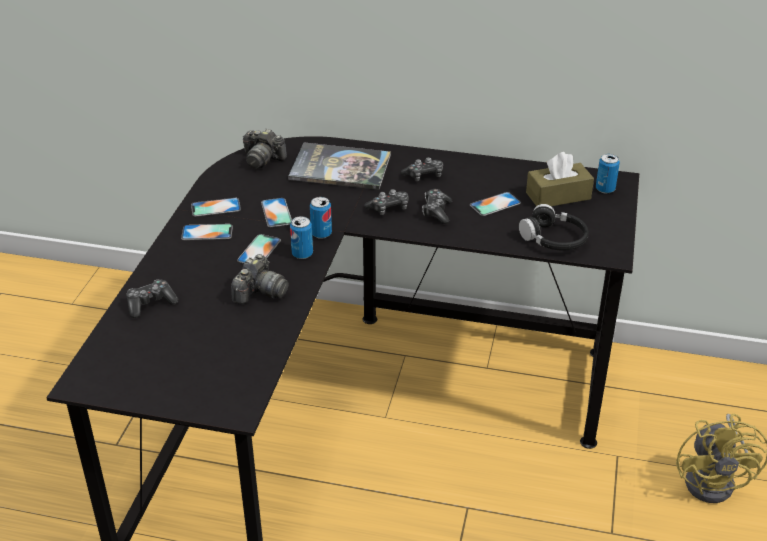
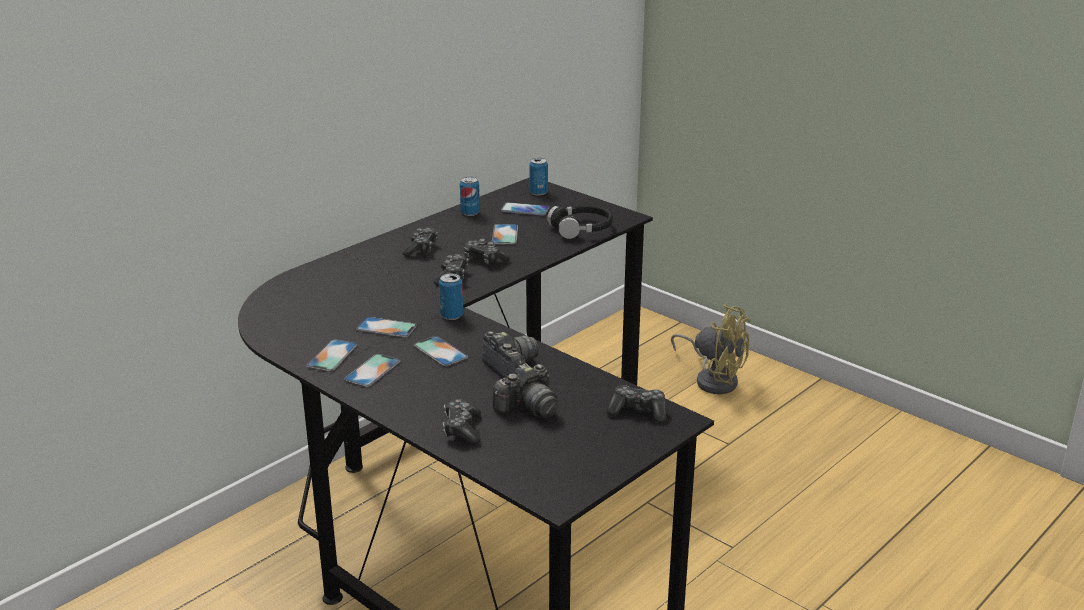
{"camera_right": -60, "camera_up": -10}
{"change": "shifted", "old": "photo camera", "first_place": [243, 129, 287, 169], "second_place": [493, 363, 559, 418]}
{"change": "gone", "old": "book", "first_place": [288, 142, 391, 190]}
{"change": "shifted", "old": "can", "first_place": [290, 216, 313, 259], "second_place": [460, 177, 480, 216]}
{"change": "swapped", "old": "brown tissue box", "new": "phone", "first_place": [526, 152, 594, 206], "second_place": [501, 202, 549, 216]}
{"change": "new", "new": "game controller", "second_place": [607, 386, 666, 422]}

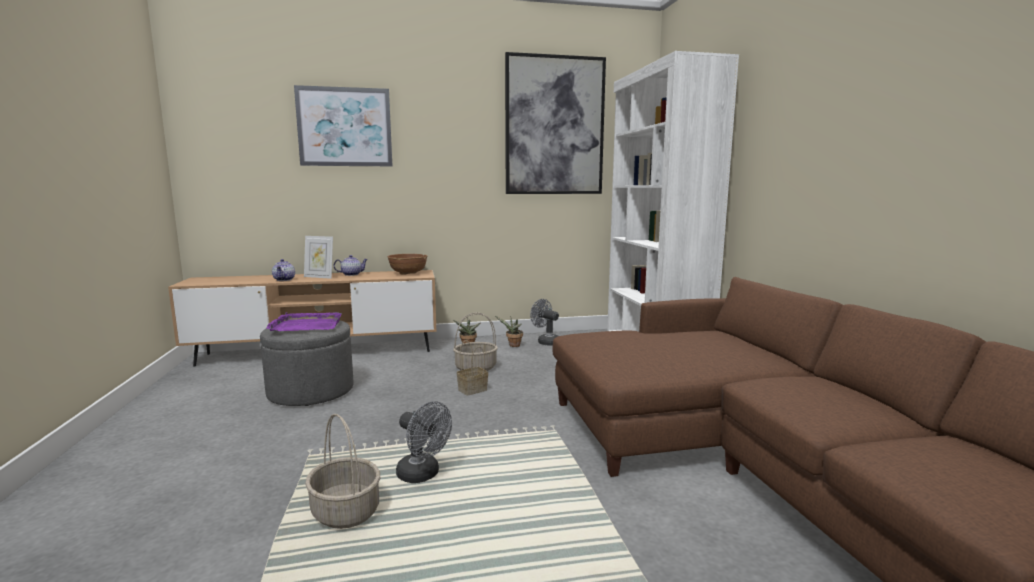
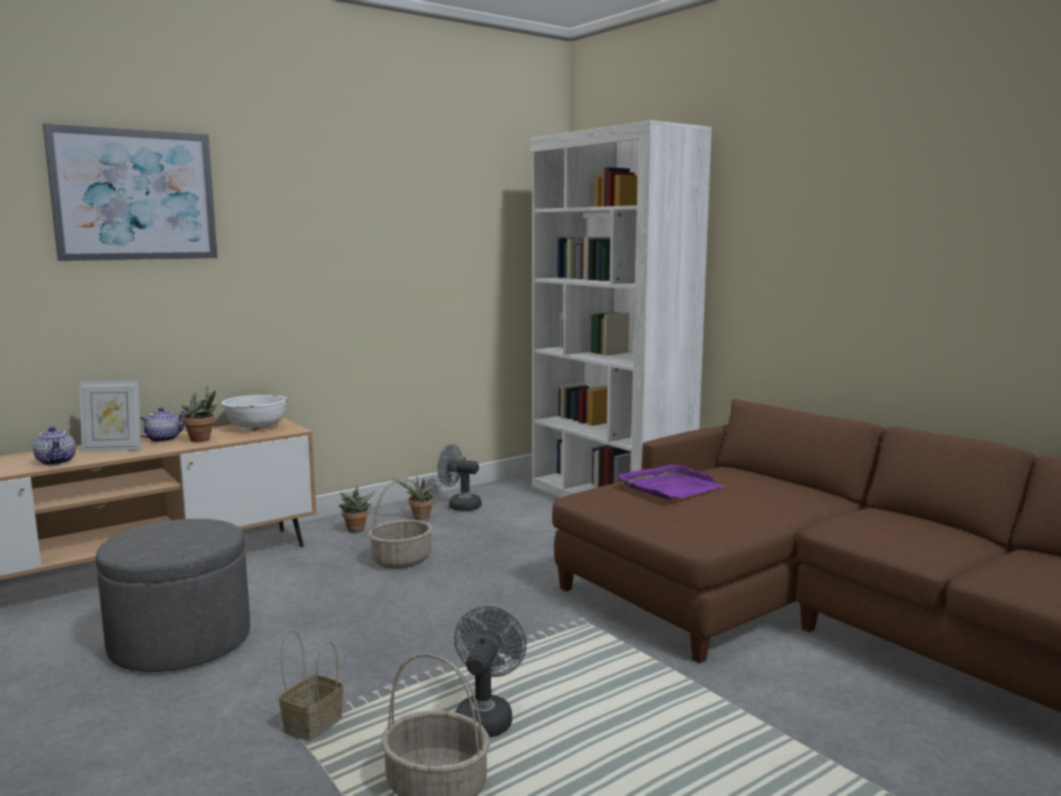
{"camera_right": -25, "camera_up": 0}
{"change": "shifted", "old": "purple tray", "first_place": [266, 312, 342, 331], "second_place": [619, 464, 724, 500]}
{"change": "repainted", "old": "brown bowl", "new": "white bowl", "first_place": [387, 254, 428, 275], "second_place": [222, 395, 287, 431]}
{"change": "rotated", "old": "grey fan", "first_place": [396, 401, 452, 483], "second_place": [454, 606, 527, 737], "degrees": -90}
{"change": "shifted", "old": "basket", "first_place": [457, 340, 488, 396], "second_place": [279, 630, 343, 741]}
{"change": "gone", "old": "picture", "first_place": [505, 52, 606, 194]}
{"change": "new", "new": "potted plant", "second_place": [182, 386, 218, 442]}

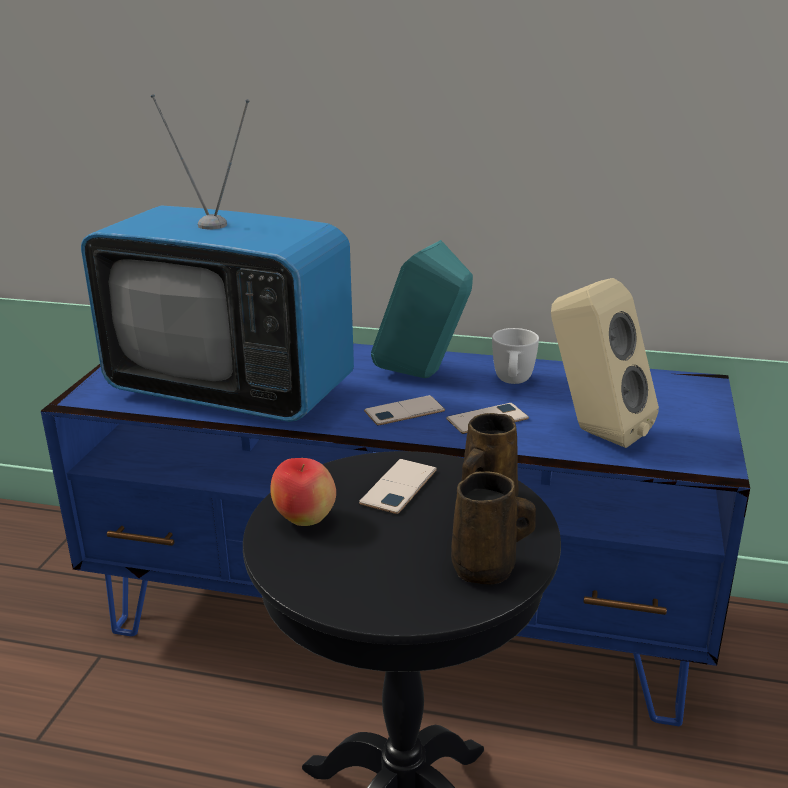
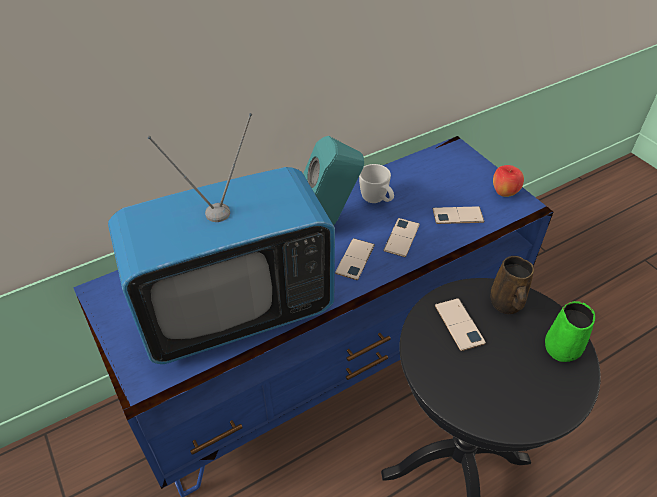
{"camera_right": -45, "camera_up": 20}
{"change": "shifted", "old": "apple", "first_place": [270, 458, 336, 526], "second_place": [493, 165, 524, 197]}
{"change": "repainted", "old": "brown mug", "new": "green mug", "first_place": [451, 471, 536, 585], "second_place": [545, 301, 595, 362]}
{"change": "swapped", "old": "beige speaker", "new": "phone", "first_place": [551, 278, 659, 448], "second_place": [433, 206, 484, 224]}

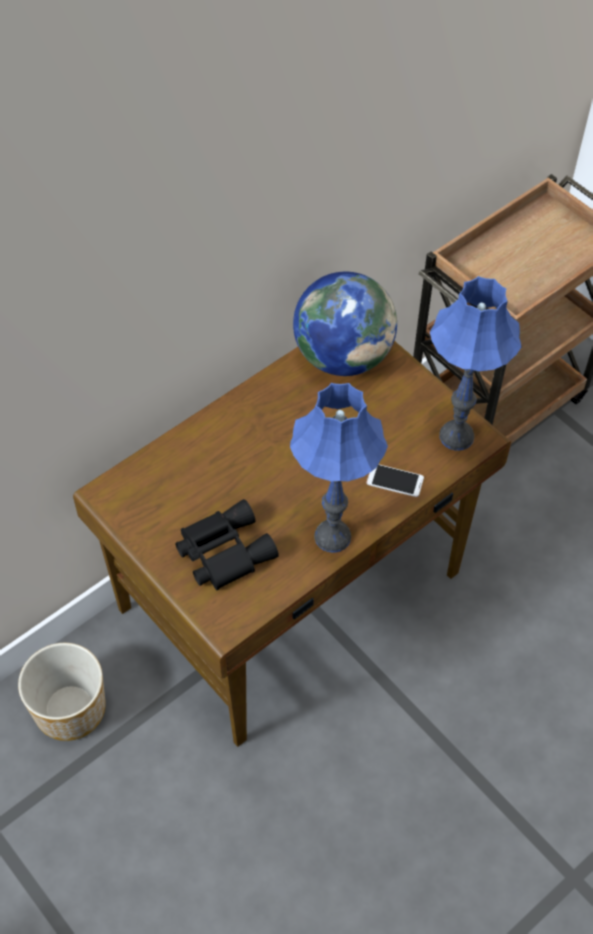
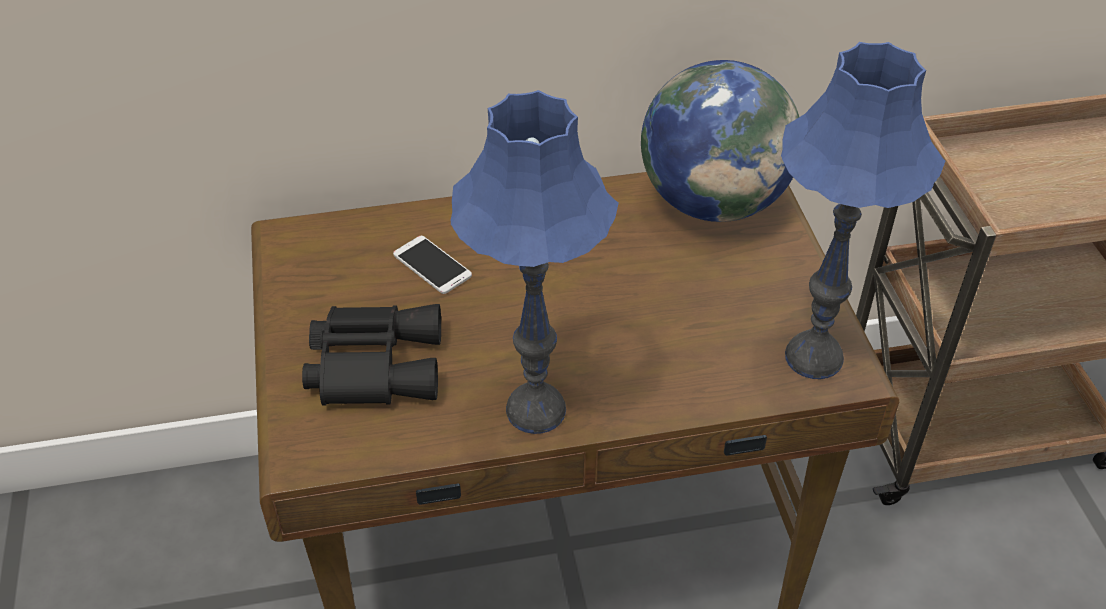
{"camera_right": 30, "camera_up": -10}
{"change": "gone", "old": "planter", "first_place": [18, 643, 106, 741]}
{"change": "shifted", "old": "phone", "first_place": [367, 464, 424, 497], "second_place": [393, 236, 472, 294]}

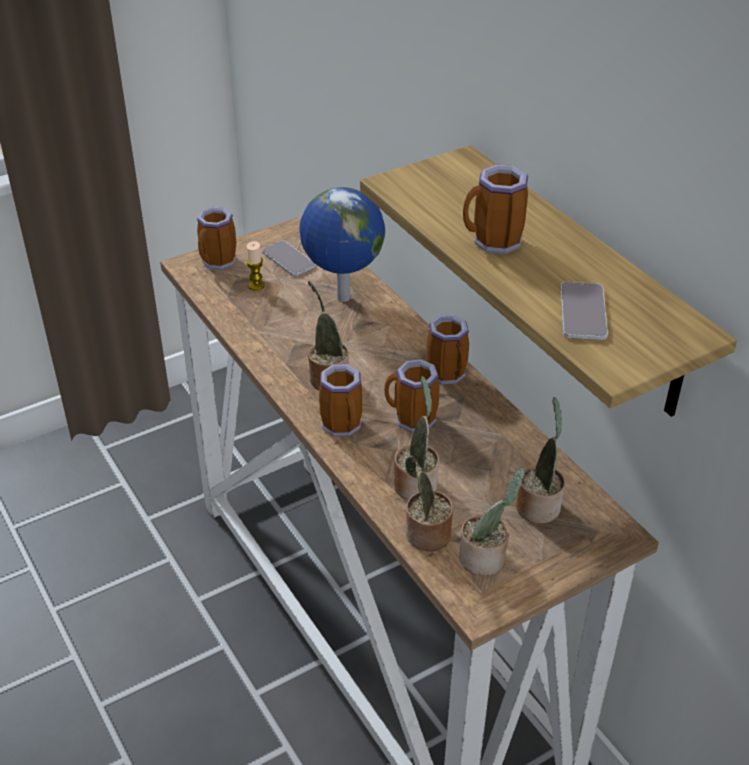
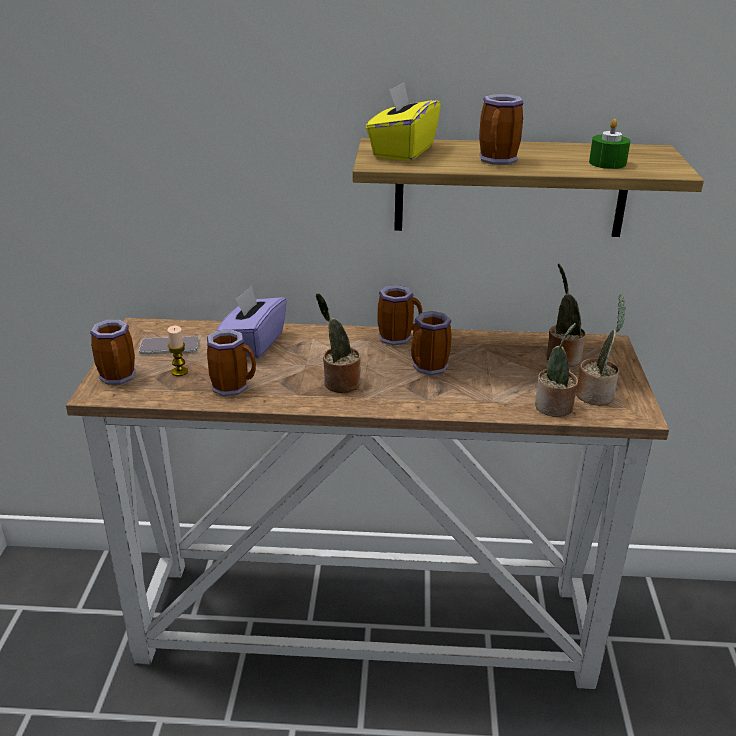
{"camera_right": -55, "camera_up": -10}
{"change": "swapped", "old": "globe", "new": "purple tissue box", "first_place": [299, 187, 385, 302], "second_place": [216, 285, 287, 359]}
{"change": "shifted", "old": "mug", "first_place": [319, 364, 362, 437], "second_place": [207, 329, 256, 396]}
{"change": "gone", "old": "potted plant", "first_place": [394, 376, 439, 500]}
{"change": "swapped", "old": "phone", "new": "green candle", "first_place": [561, 282, 608, 340], "second_place": [589, 119, 630, 169]}
{"change": "new", "new": "yellow tissue box", "second_place": [366, 82, 441, 161]}

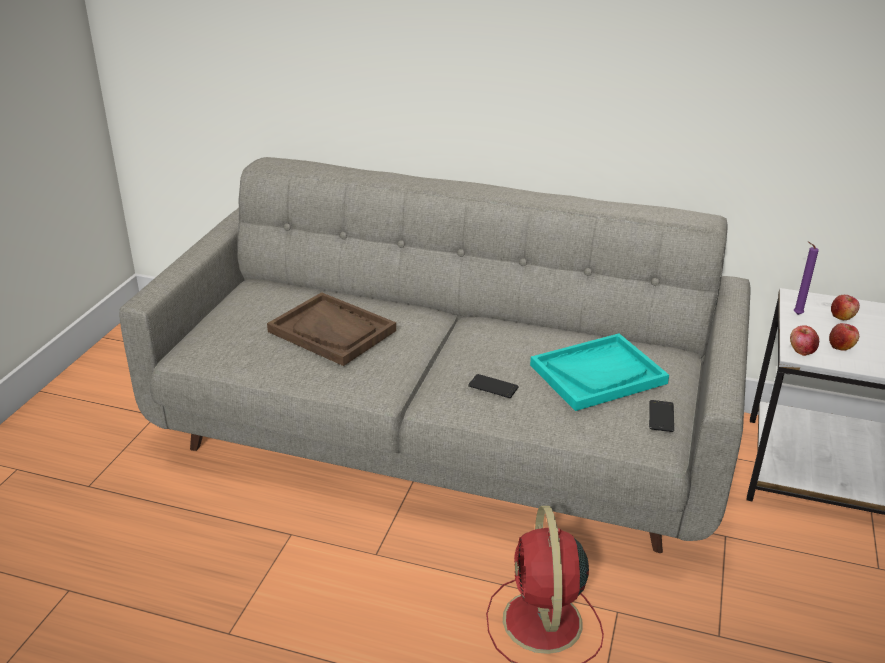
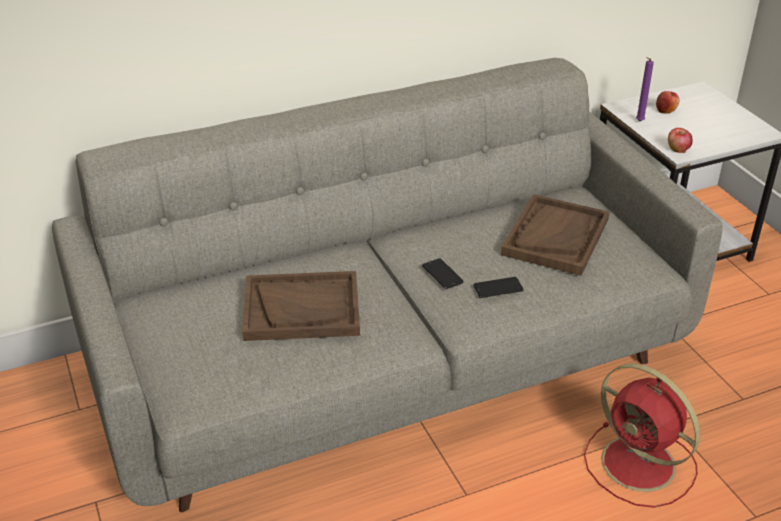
{"camera_right": -40, "camera_up": 5}
{"change": "repainted", "old": "turquoise tray", "new": "brown tray", "first_place": [530, 333, 669, 411], "second_place": [501, 194, 609, 276]}
{"change": "shifted", "old": "phone", "first_place": [649, 400, 674, 432], "second_place": [422, 258, 463, 289]}
{"change": "gone", "old": "apple", "first_place": [829, 323, 859, 351]}

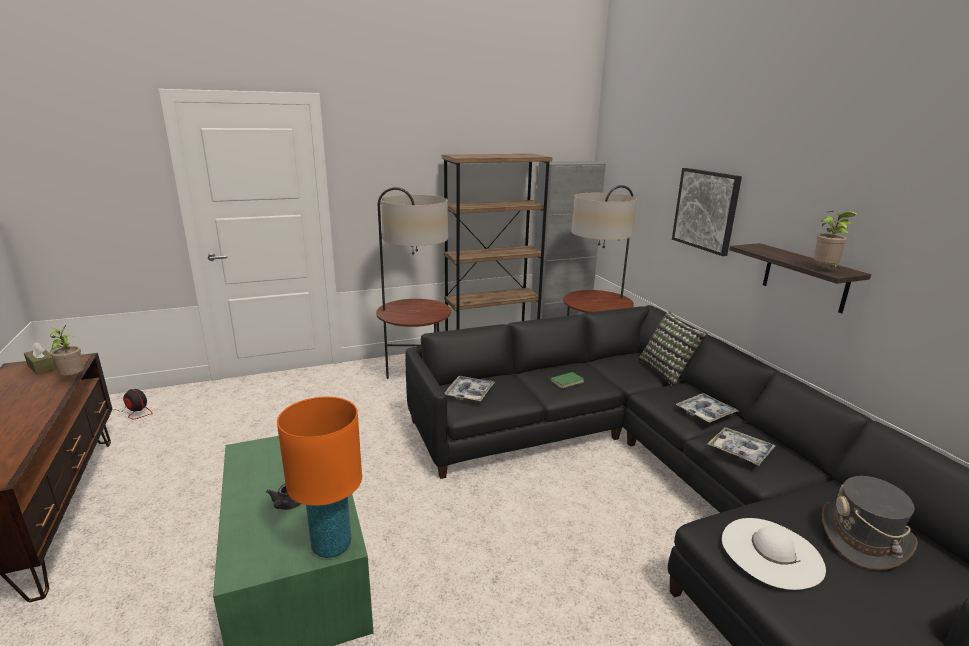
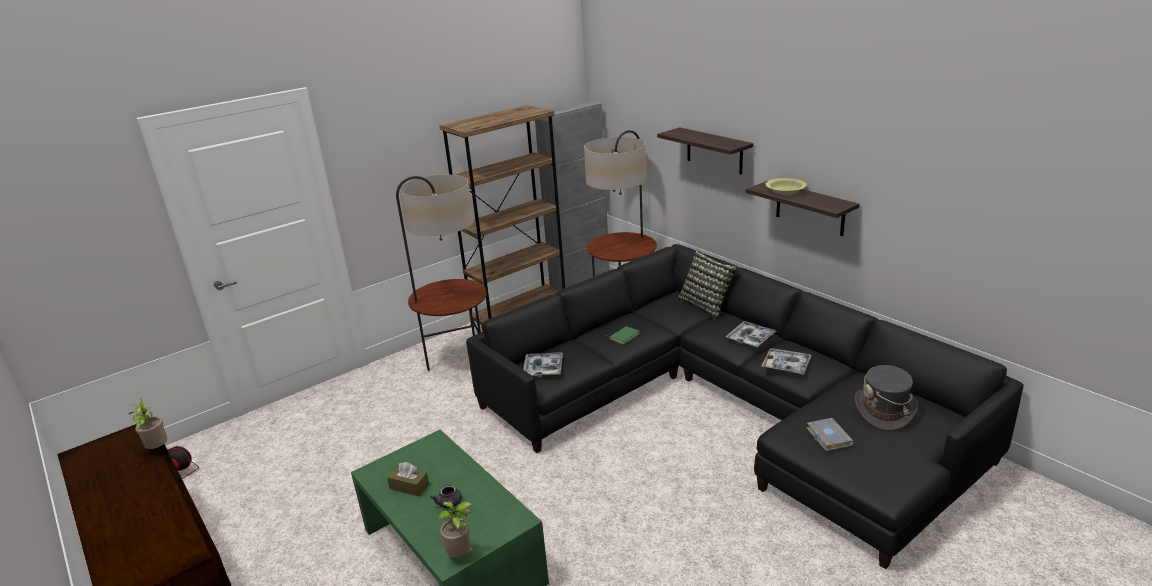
{"camera_right": -15, "camera_up": 5}
{"change": "shifted", "old": "brown tissue box", "first_place": [24, 342, 57, 375], "second_place": [387, 462, 429, 496]}
{"change": "gone", "old": "orange table lamp", "first_place": [277, 397, 362, 558]}
{"change": "swapped", "old": "picture", "new": "shelf", "first_place": [672, 168, 742, 256], "second_place": [657, 127, 753, 175]}
{"change": "swapped", "old": "white hat", "new": "grey book", "first_place": [722, 518, 826, 590], "second_place": [806, 418, 854, 451]}
{"change": "shifted", "old": "potted plant", "first_place": [814, 211, 858, 268], "second_place": [438, 502, 477, 557]}
{"change": "new", "new": "yellow bowl", "second_place": [766, 178, 807, 195]}

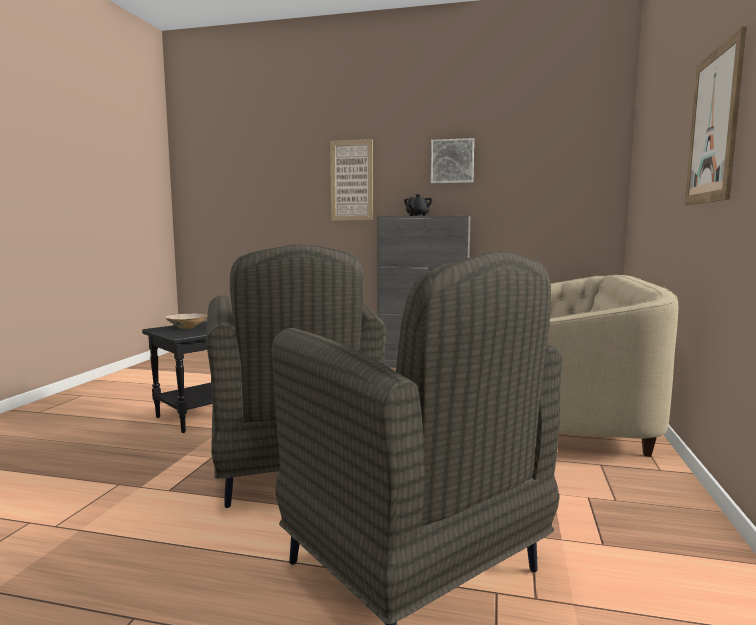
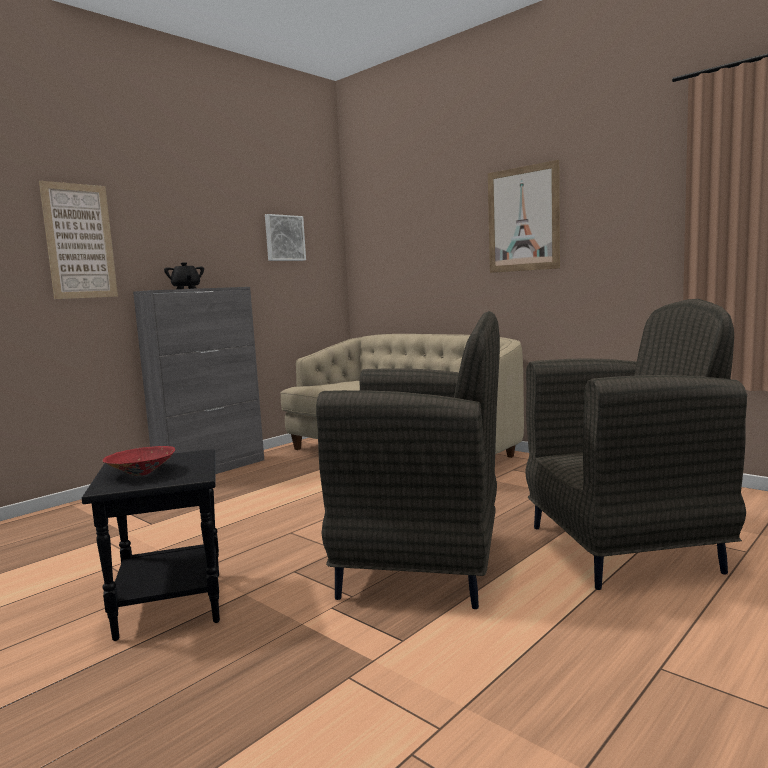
{"camera_right": -60, "camera_up": 0}
{"change": "repainted", "old": "beige bowl", "new": "red bowl", "first_place": [164, 314, 207, 329], "second_place": [102, 446, 175, 476]}
{"change": "shifted", "old": "picture", "first_place": [431, 138, 474, 183], "second_place": [265, 214, 306, 261]}

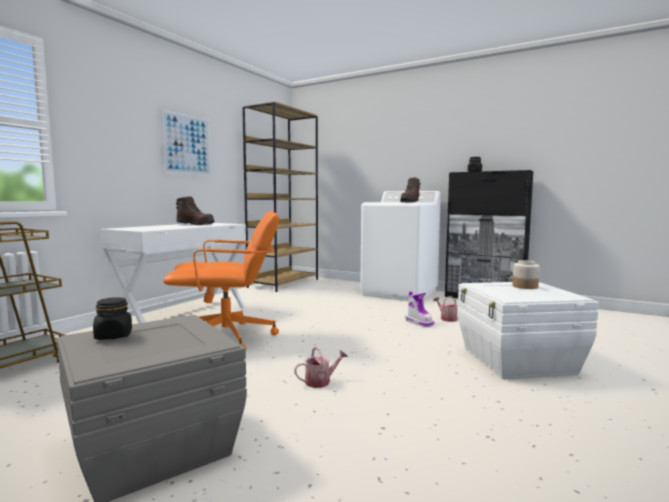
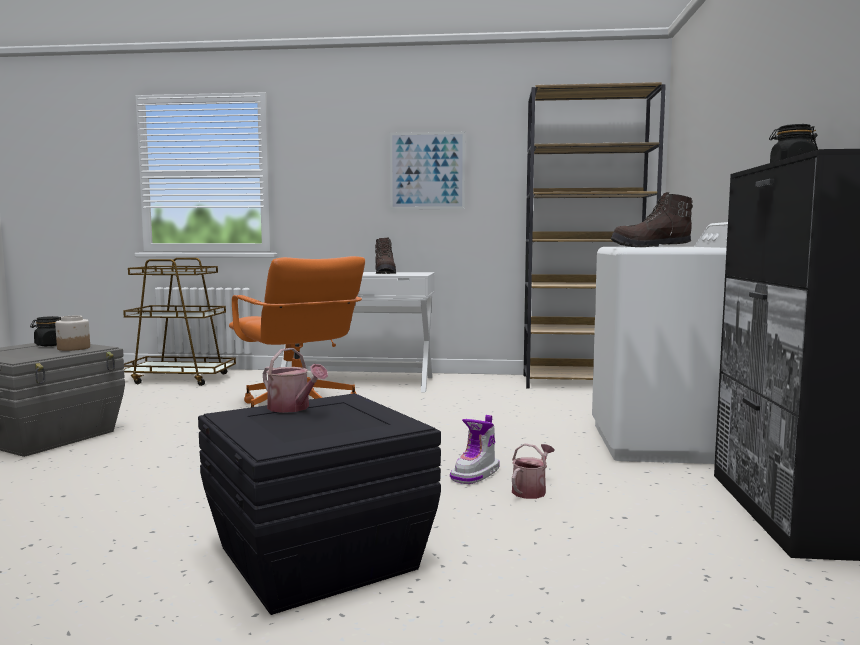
{"camera_right": 65, "camera_up": 0}
{"change": "shifted", "old": "watering can", "first_place": [294, 346, 348, 388], "second_place": [263, 348, 328, 413]}
{"change": "repainted", "old": "white storage box", "new": "black storage box", "first_place": [458, 282, 599, 379], "second_place": [198, 393, 441, 615]}
{"change": "shifted", "old": "jar", "first_place": [512, 260, 540, 289], "second_place": [55, 315, 90, 351]}

